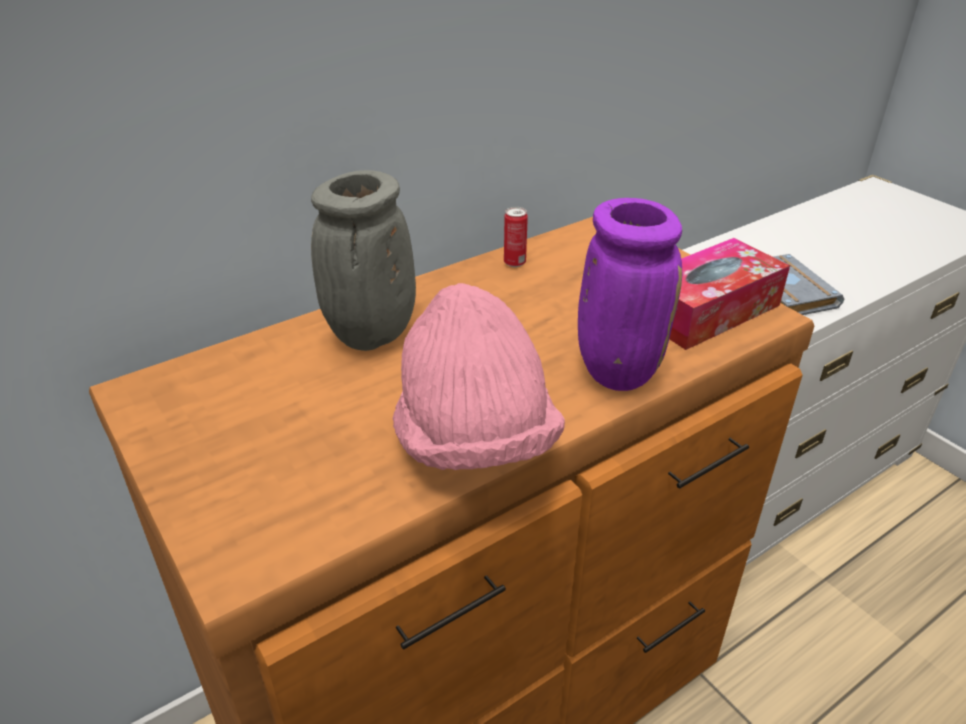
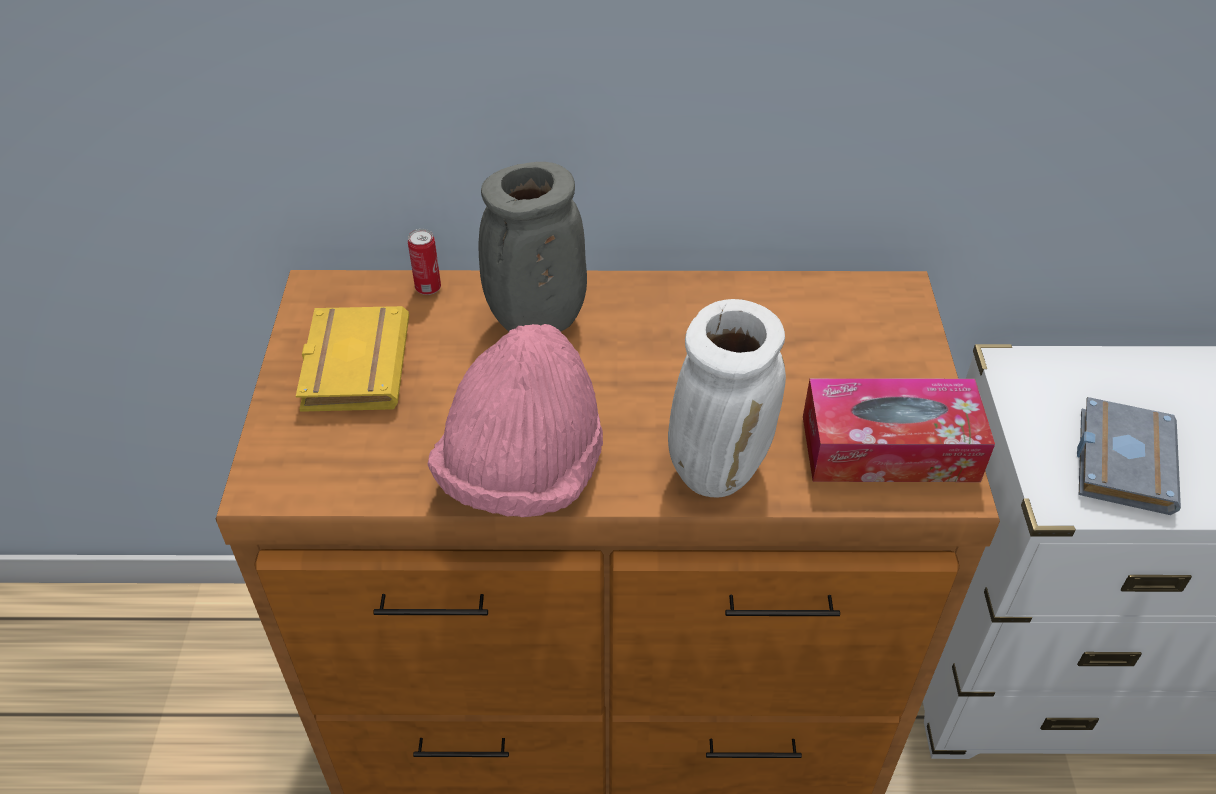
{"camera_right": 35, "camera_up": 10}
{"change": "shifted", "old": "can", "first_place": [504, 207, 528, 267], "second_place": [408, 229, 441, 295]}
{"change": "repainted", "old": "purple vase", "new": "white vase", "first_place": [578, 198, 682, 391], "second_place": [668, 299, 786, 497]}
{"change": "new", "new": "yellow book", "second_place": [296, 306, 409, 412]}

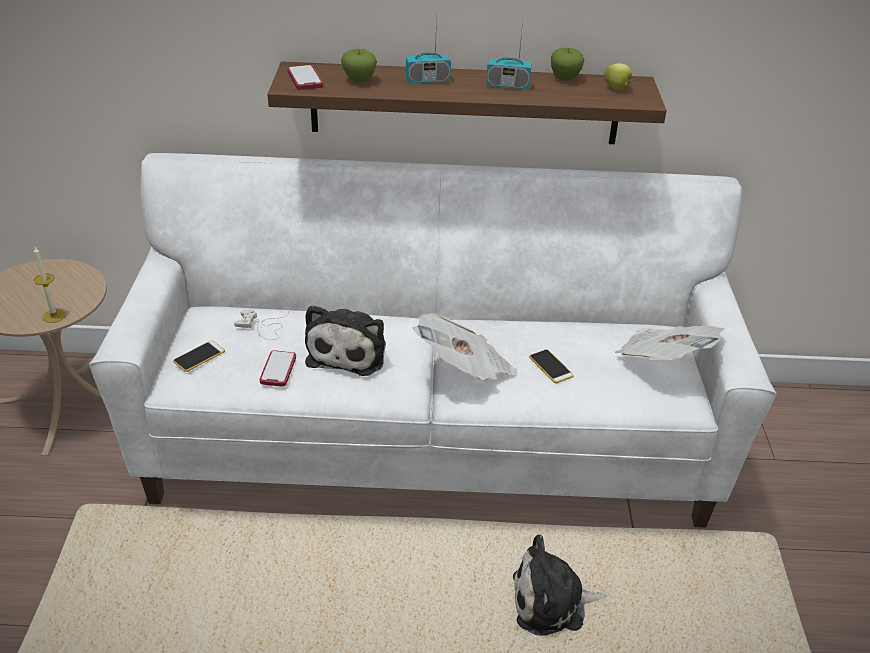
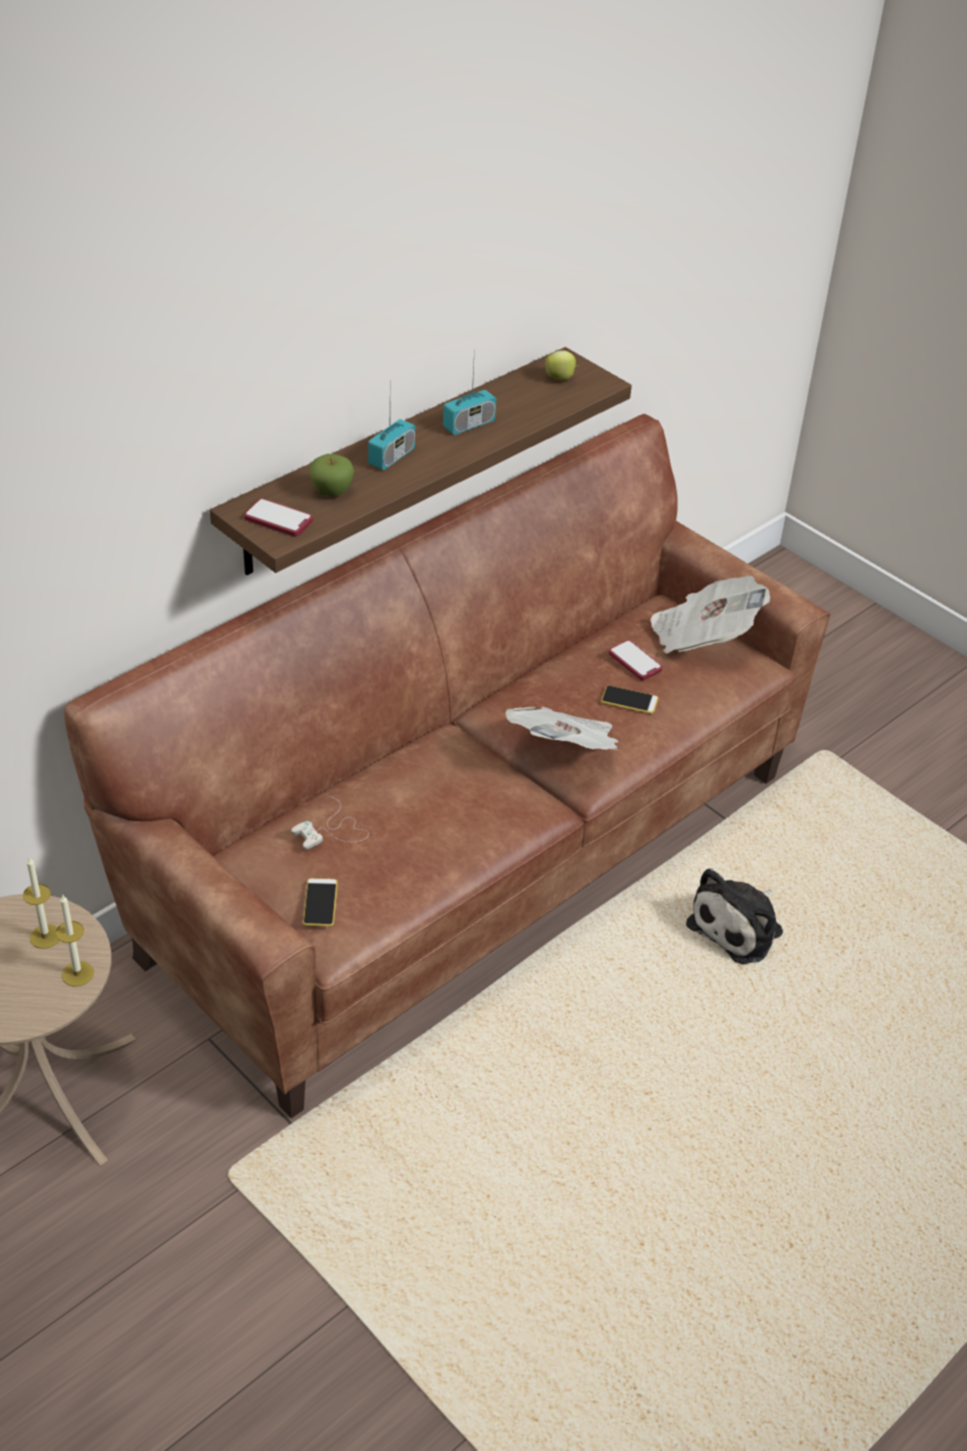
{"camera_right": -45, "camera_up": 5}
{"change": "repainted", "old": "white sofa", "new": "brown sofa", "first_place": [89, 153, 777, 527], "second_place": [64, 414, 830, 1118]}
{"change": "shifted", "old": "phone", "first_place": [260, 351, 296, 386], "second_place": [609, 640, 662, 681]}
{"change": "gone", "old": "plush toy", "first_place": [305, 305, 386, 376]}
{"change": "gone", "old": "apple", "first_place": [551, 48, 584, 81]}
{"change": "new", "new": "candle", "second_place": [23, 857, 60, 949]}

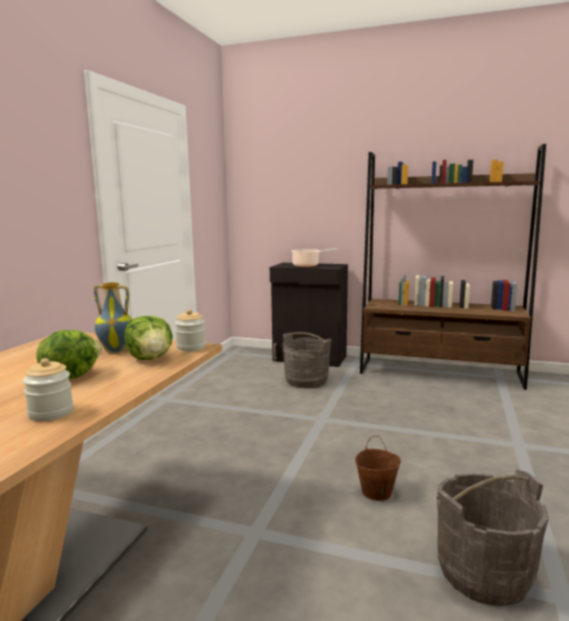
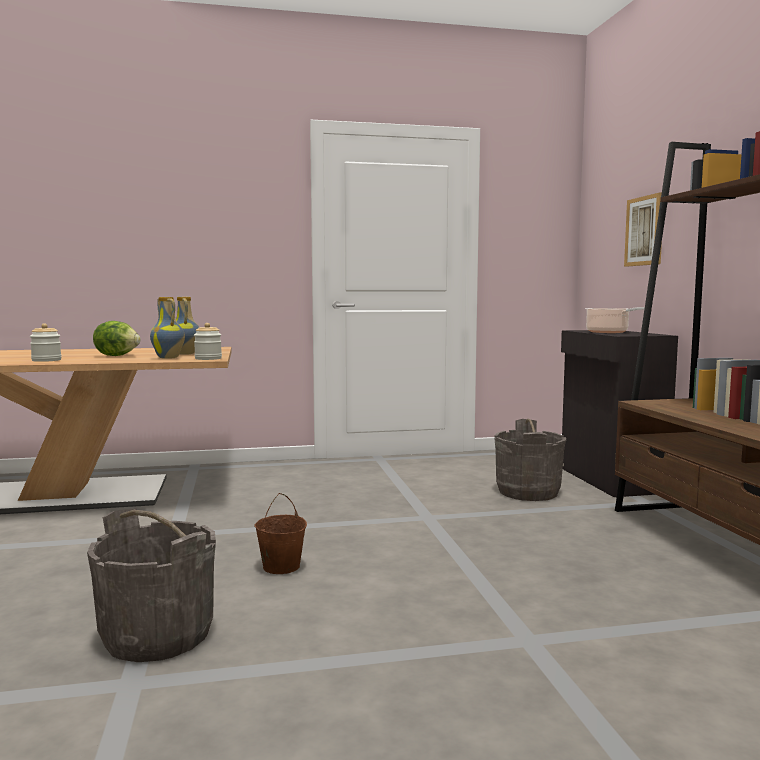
{"camera_right": 60, "camera_up": -5}
{"change": "swapped", "old": "lettuce", "new": "vase", "first_place": [124, 316, 173, 360], "second_place": [150, 297, 185, 359]}
{"change": "new", "new": "picture", "second_place": [624, 192, 662, 266]}

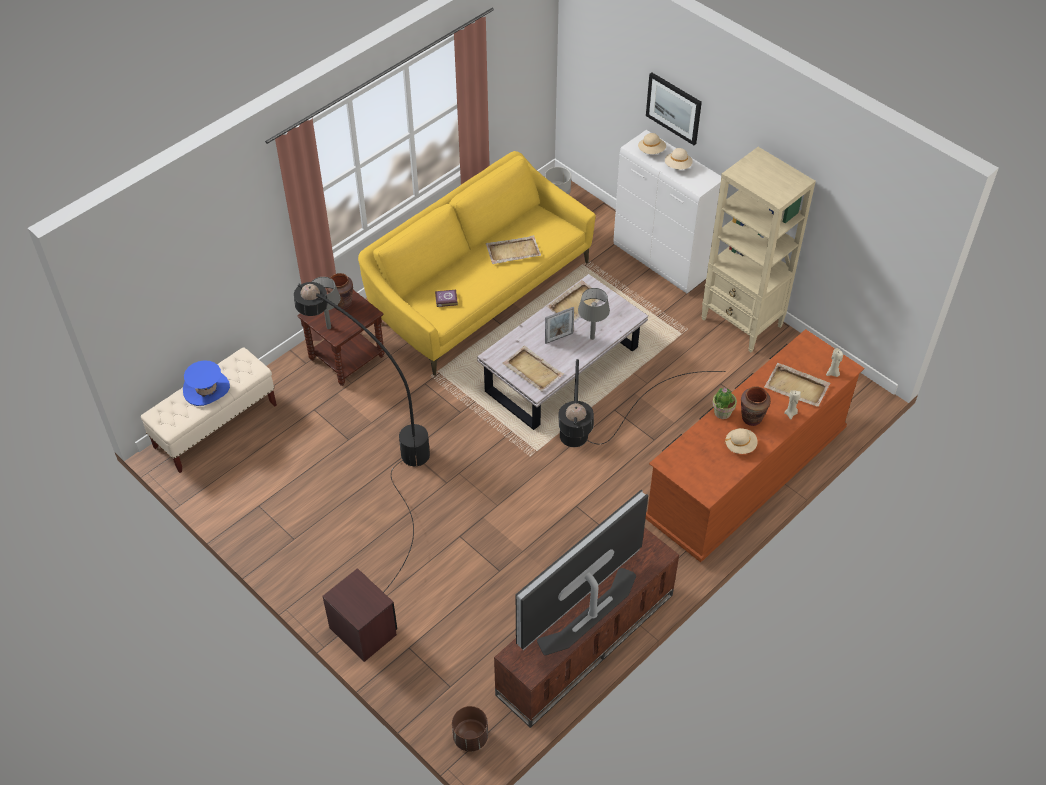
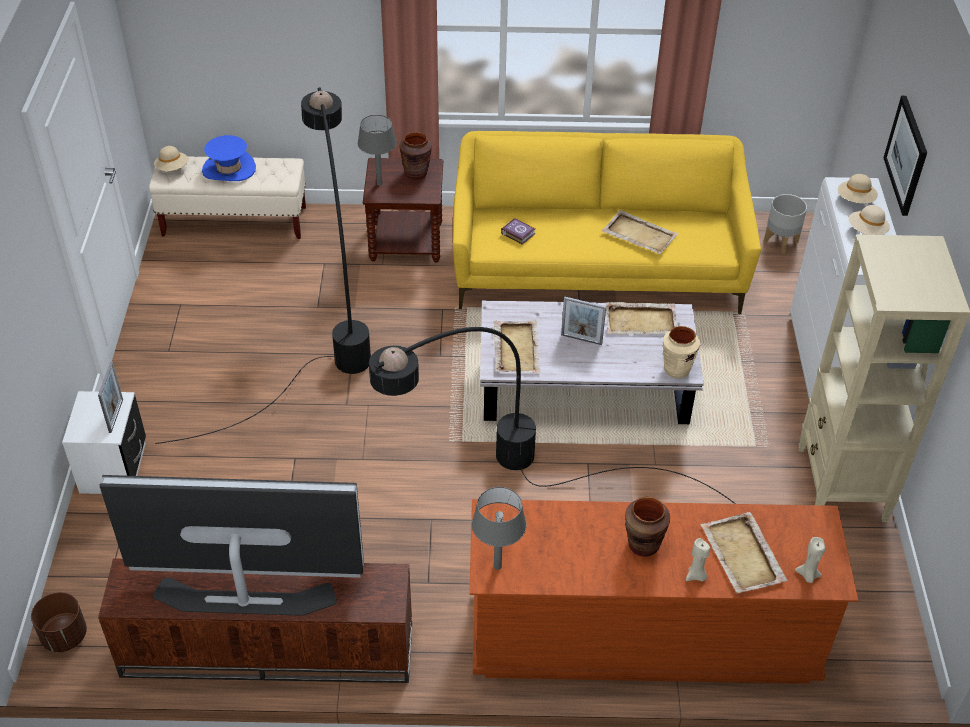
{"camera_right": 45, "camera_up": -5}
{"change": "repainted", "old": "brown nightstand", "new": "white nightstand", "first_place": [322, 568, 397, 662], "second_place": [62, 391, 146, 494]}
{"change": "shifted", "old": "grey table lamp", "first_place": [578, 288, 610, 340], "second_place": [472, 487, 526, 570]}
{"change": "gone", "old": "potted plant", "first_place": [712, 387, 737, 419]}
{"change": "shifted", "old": "beige hat", "first_place": [725, 428, 758, 454], "second_place": [154, 146, 189, 171]}
{"change": "new", "new": "picture frame", "second_place": [98, 362, 123, 433]}
{"change": "new", "new": "beige vase", "second_place": [663, 326, 700, 378]}

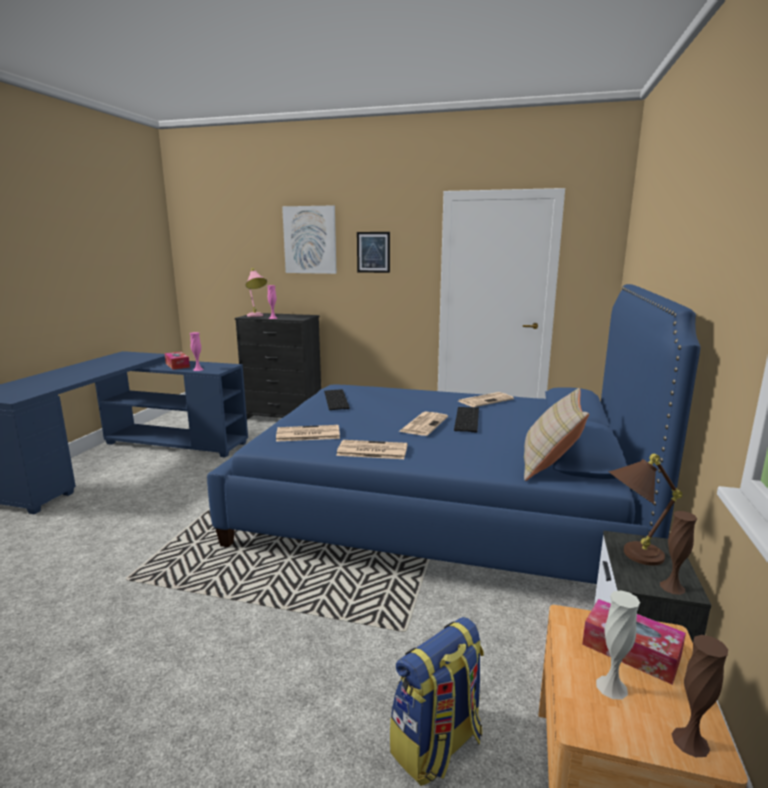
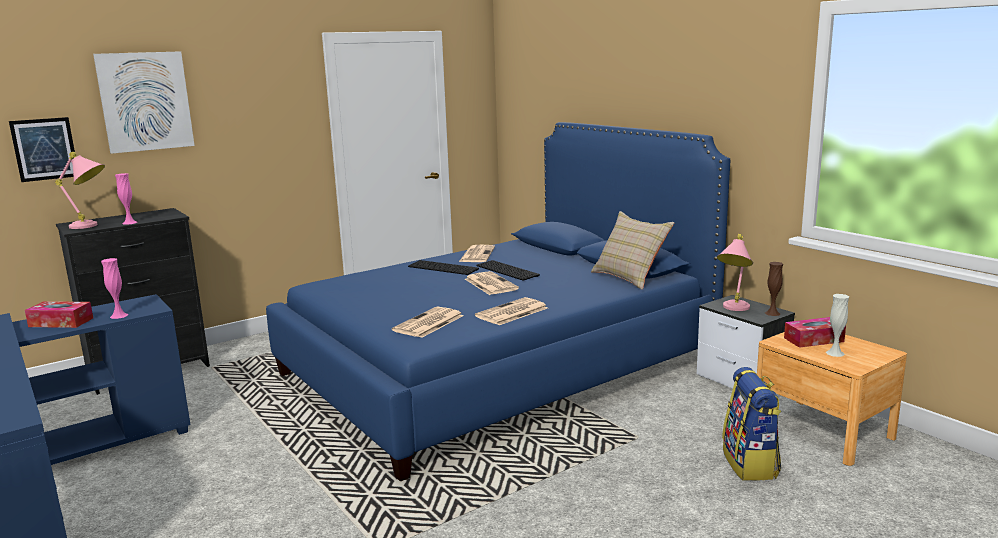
{"camera_right": -50, "camera_up": 0}
{"change": "shifted", "old": "keyboard", "first_place": [324, 389, 350, 410], "second_place": [408, 260, 479, 275]}
{"change": "shifted", "old": "picture", "first_place": [357, 232, 390, 273], "second_place": [9, 117, 75, 182]}
{"change": "repainted", "old": "brown table lamp", "new": "pink table lamp", "first_place": [608, 454, 683, 565], "second_place": [717, 234, 753, 311]}
{"change": "gone", "old": "brown vase", "first_place": [671, 635, 728, 757]}

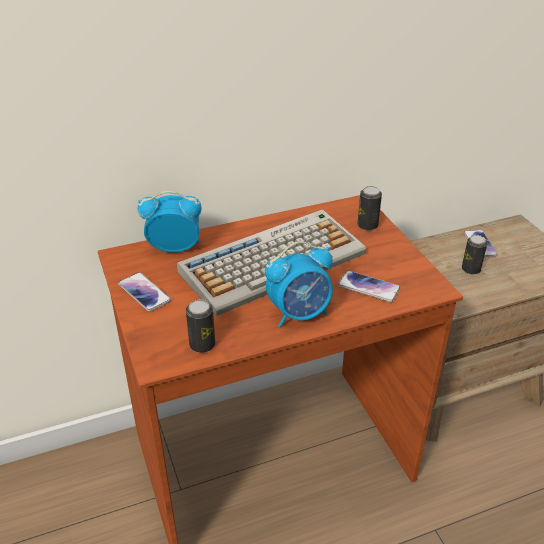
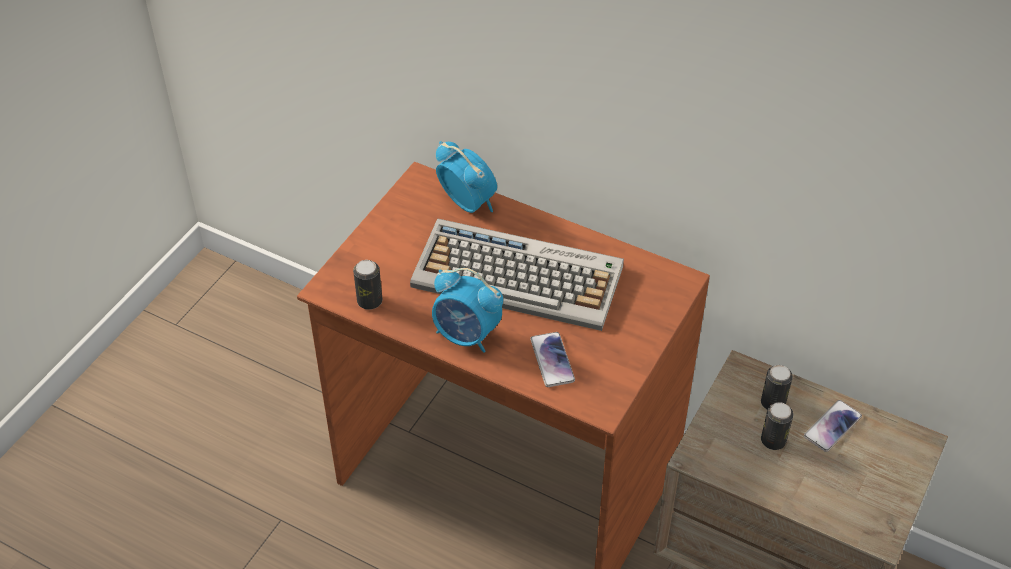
{"camera_right": 50, "camera_up": 10}
{"change": "gone", "old": "phone", "first_place": [118, 272, 171, 312]}
{"change": "shifted", "old": "can", "first_place": [358, 186, 382, 231], "second_place": [761, 365, 793, 409]}

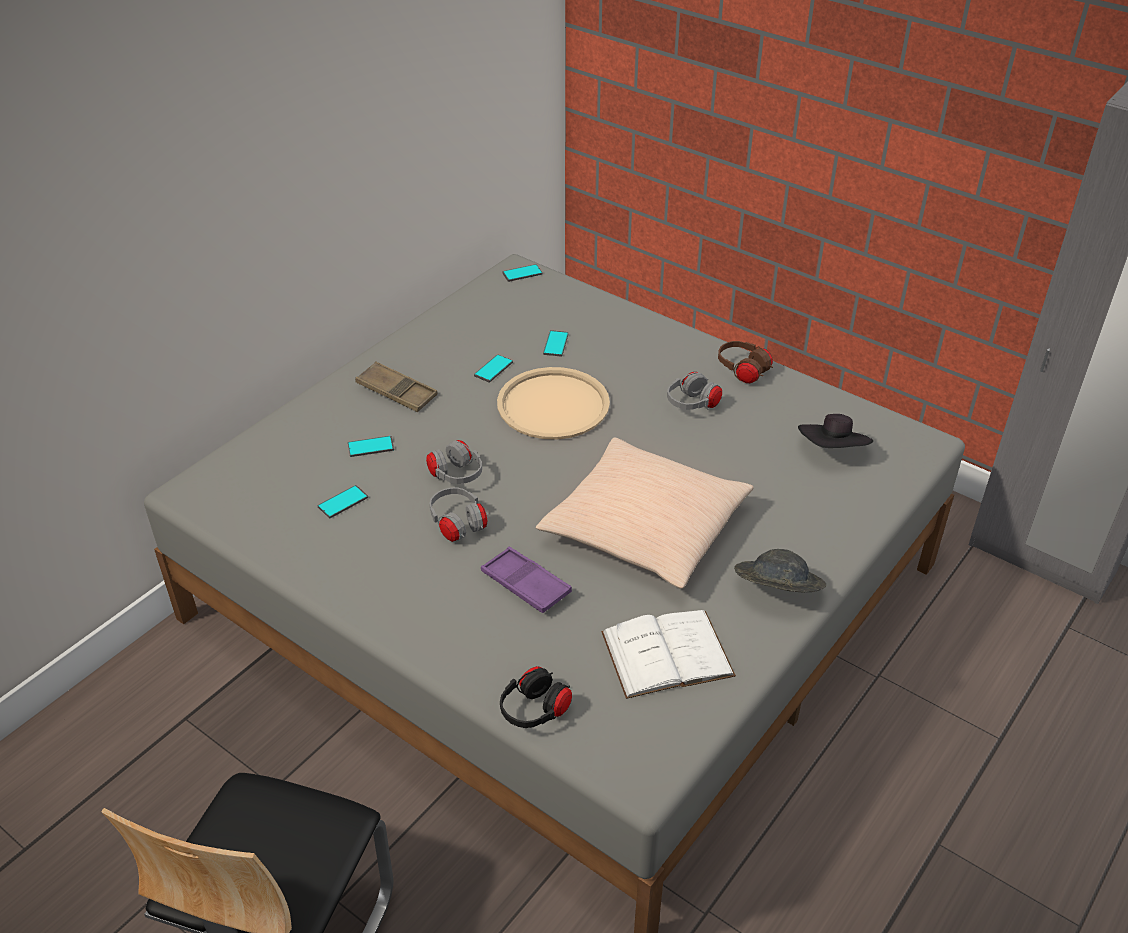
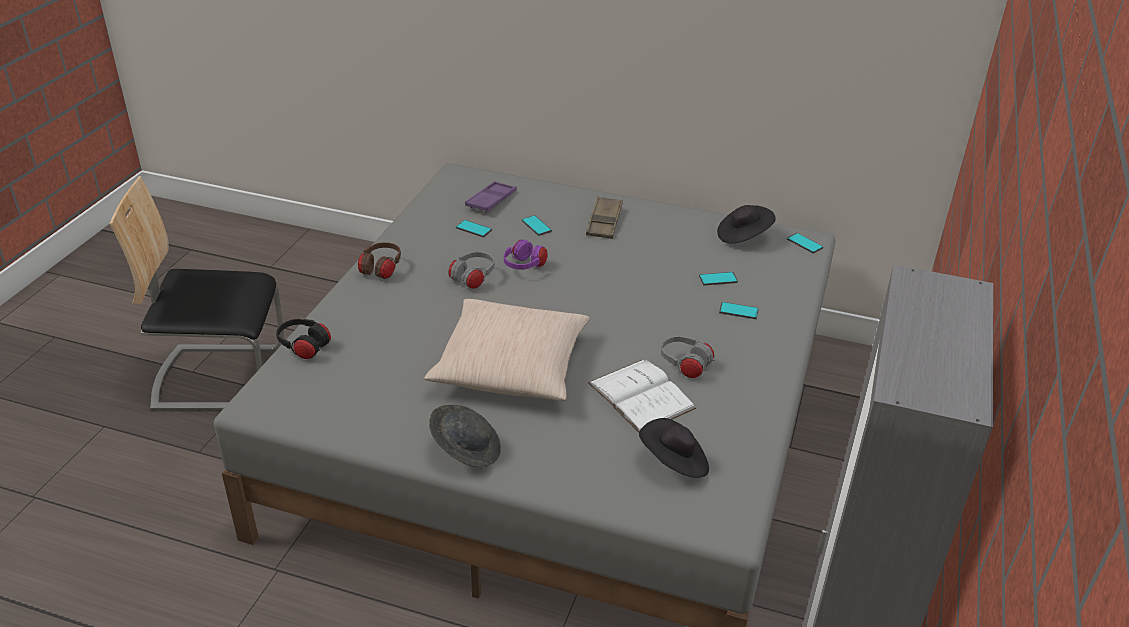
{"camera_right": 70, "camera_up": -5}
{"change": "repainted", "old": "grey headphones", "new": "purple headphones", "first_place": [426, 440, 482, 484], "second_place": [504, 239, 548, 270]}
{"change": "shifted", "old": "phone", "first_place": [474, 355, 513, 383], "second_place": [719, 302, 758, 319]}
{"change": "shifted", "old": "purple tray", "first_place": [481, 547, 572, 613], "second_place": [465, 181, 517, 212]}
{"change": "gone", "old": "beige tray", "first_place": [497, 367, 610, 440]}
{"change": "shifted", "old": "white book", "first_place": [601, 610, 736, 699], "second_place": [588, 360, 696, 433]}
{"change": "shifted", "old": "brown headphones", "first_place": [718, 341, 773, 383], "second_place": [358, 242, 401, 279]}
{"change": "new", "new": "black hat", "second_place": [717, 205, 776, 244]}

